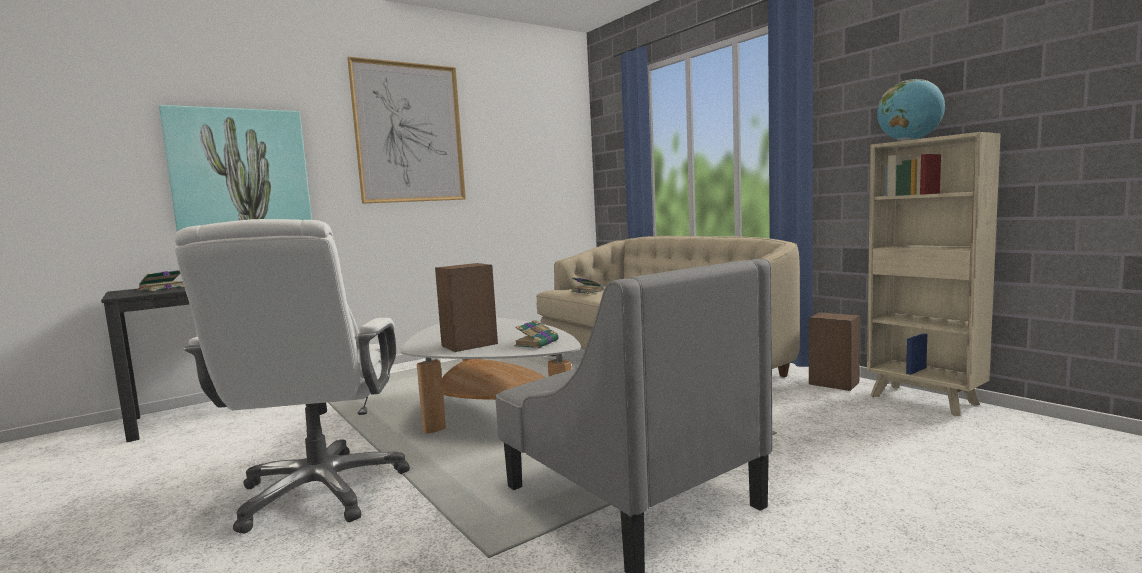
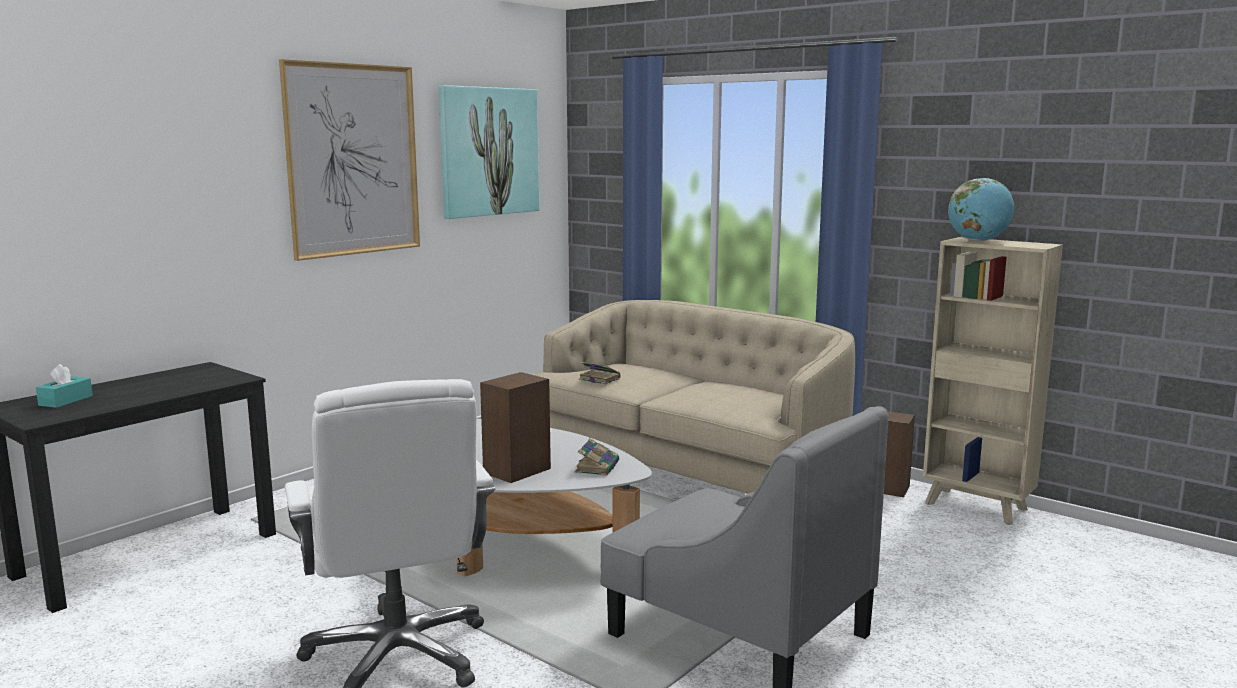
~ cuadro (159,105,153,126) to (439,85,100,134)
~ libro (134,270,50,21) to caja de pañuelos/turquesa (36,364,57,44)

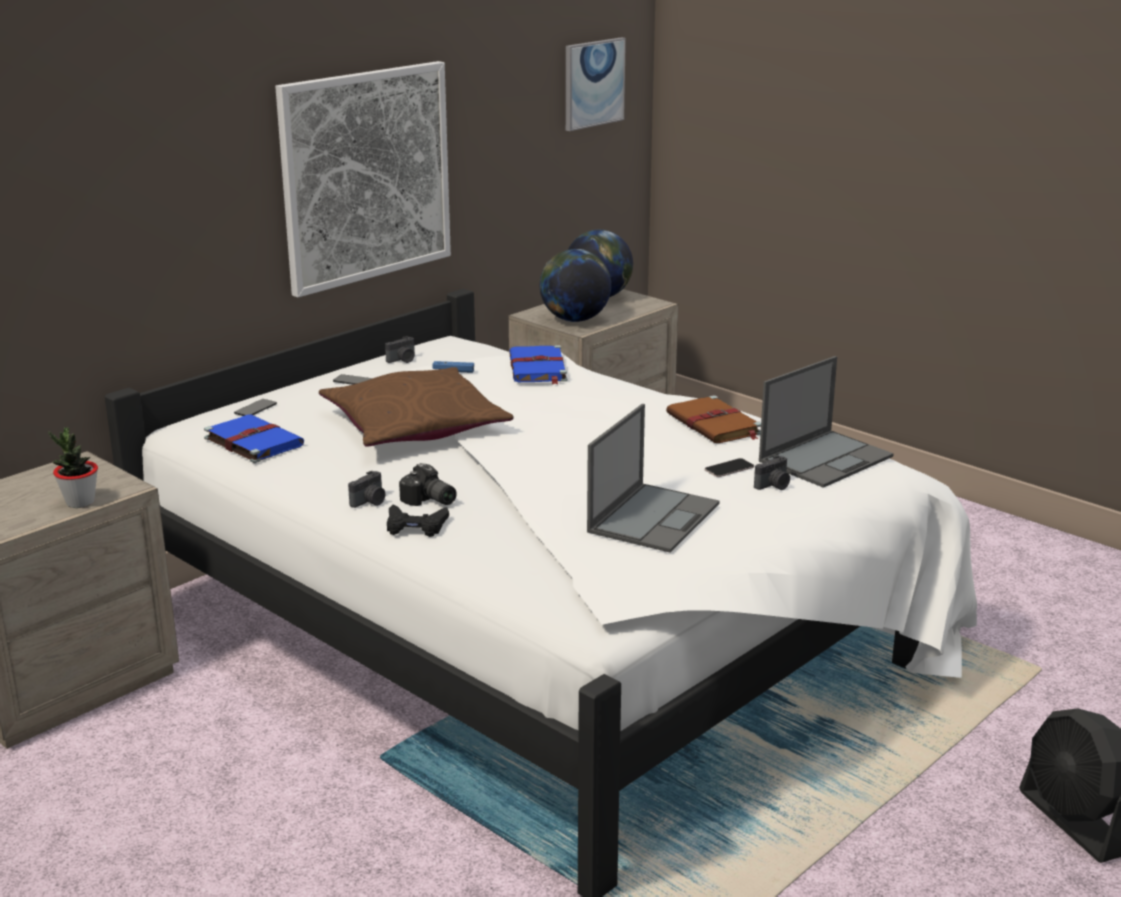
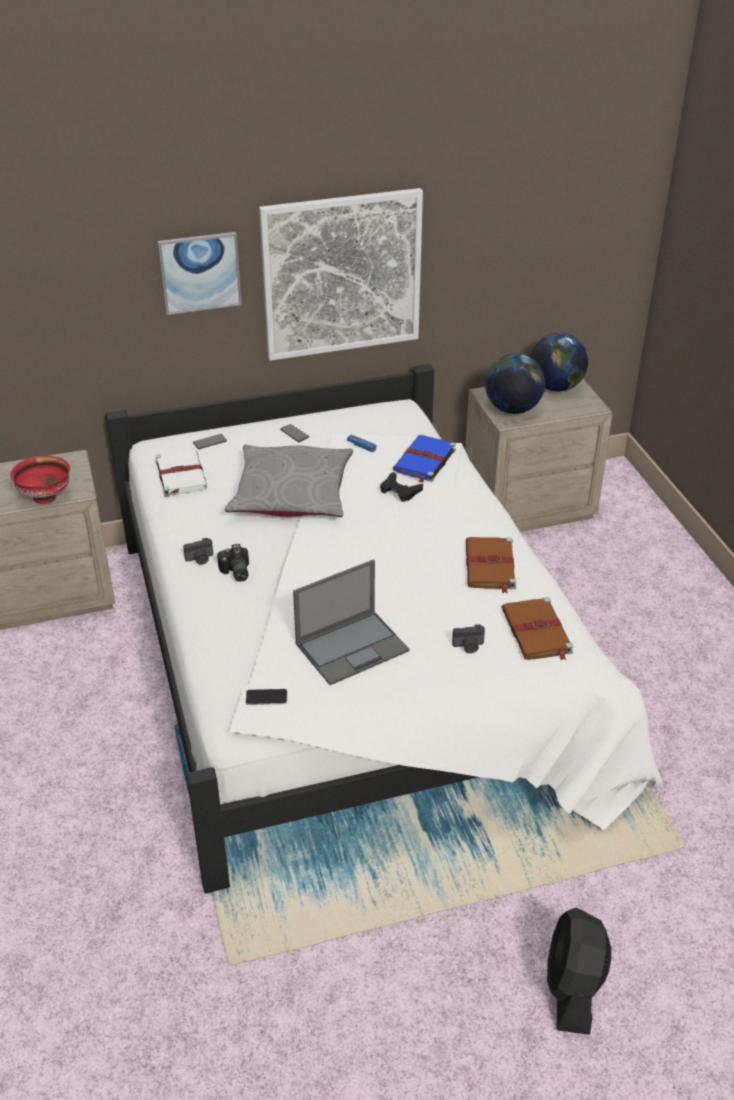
~ cuadro (566,37,60,94) to (157,232,85,83)
- cámara (385,336,30,27)
~ portátil (759,356,135,132) to libro/marrón (502,597,71,64)
~ cojín/marrón (319,367,195,80) to cojín/gris (225,445,128,72)
~ libro/azul (204,415,100,48) to libro/blanco (156,450,51,47)
~ planta en maceta (48,427,50,81) to cuenco/rojo (10,456,60,48)
~ móvil (705,458,49,19) to (246,689,41,16)
~ mando de consola/negro (387,505,62,32) to (380,472,43,30)

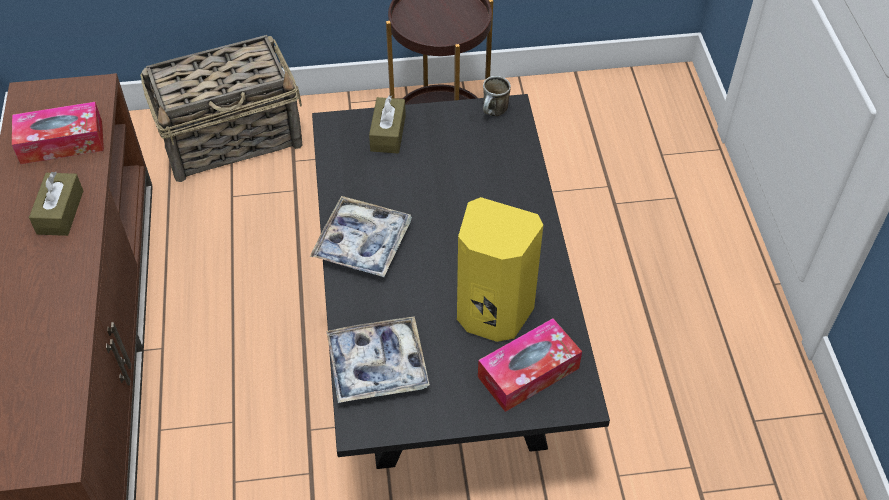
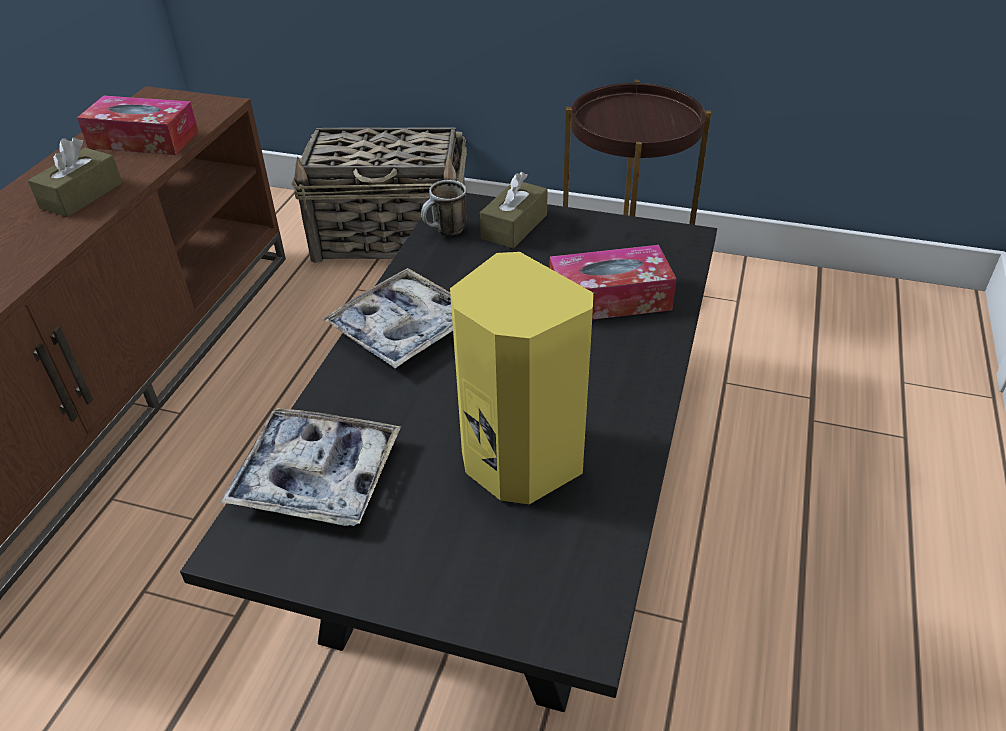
~ taza grande (483,76,28,40) to (421,180,46,56)
~ caja de pañuelos (478,318,104,94) to (549,245,128,75)

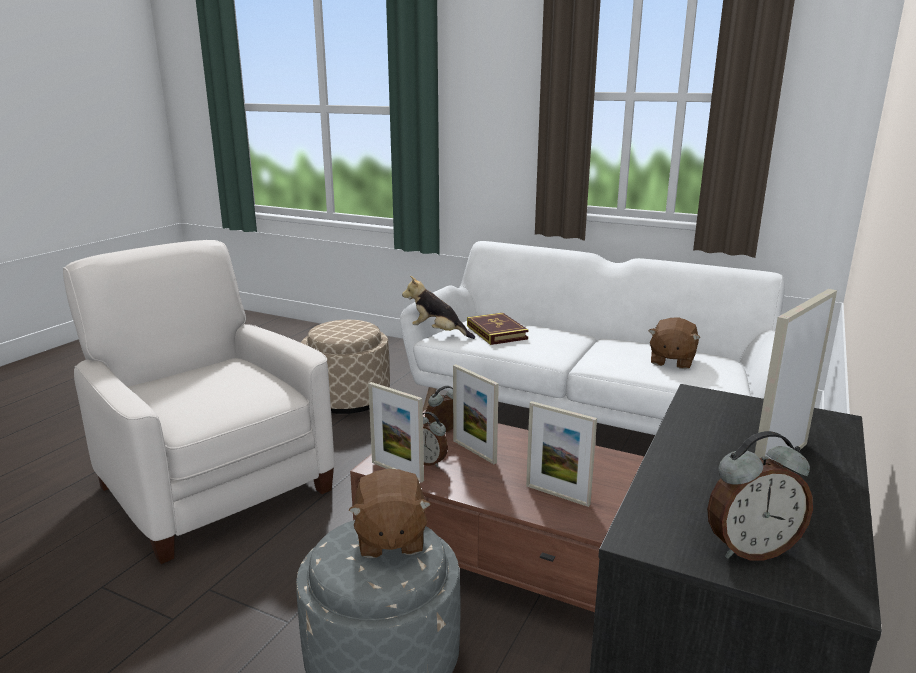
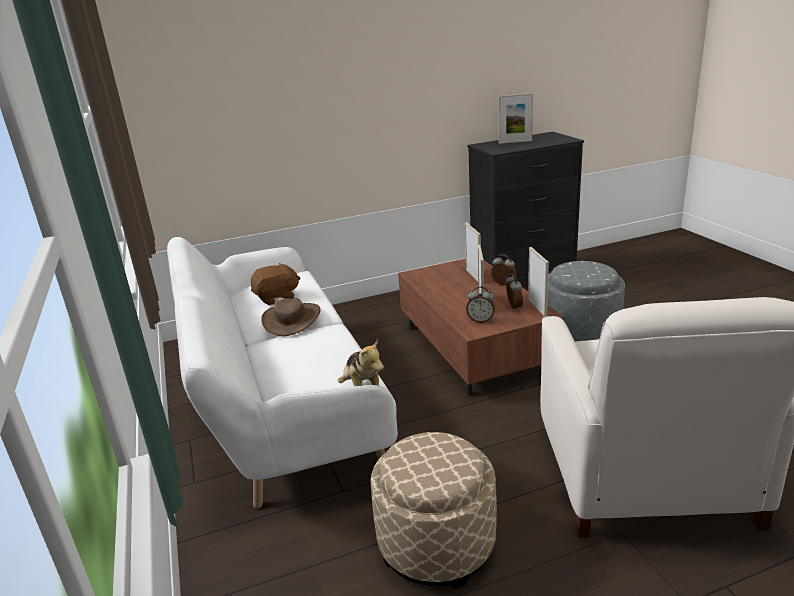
- libro (467,313,61,32)
~ despertador (707,431,106,130) to (491,254,26,32)
- peluche/marrón (349,469,82,89)
+ sombrero/marrón (261,298,59,38)

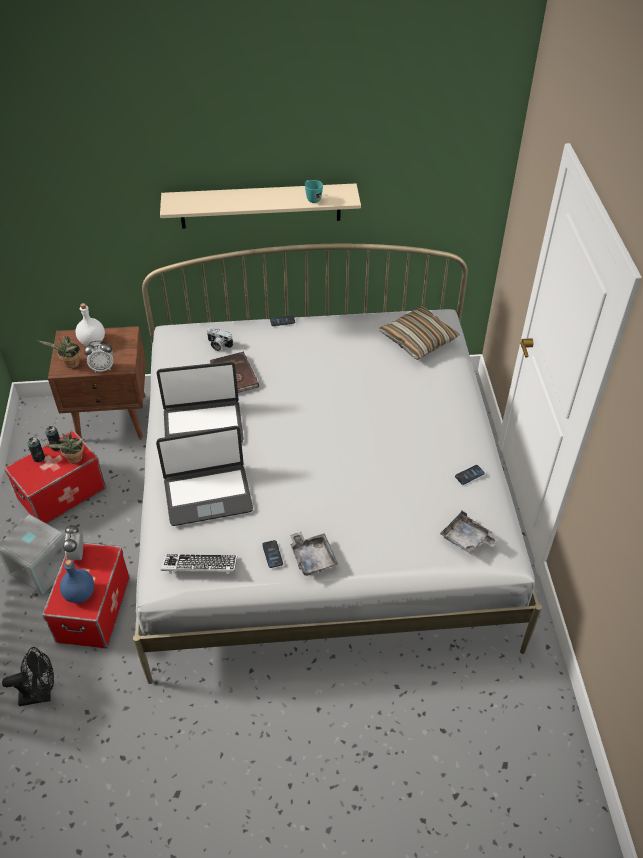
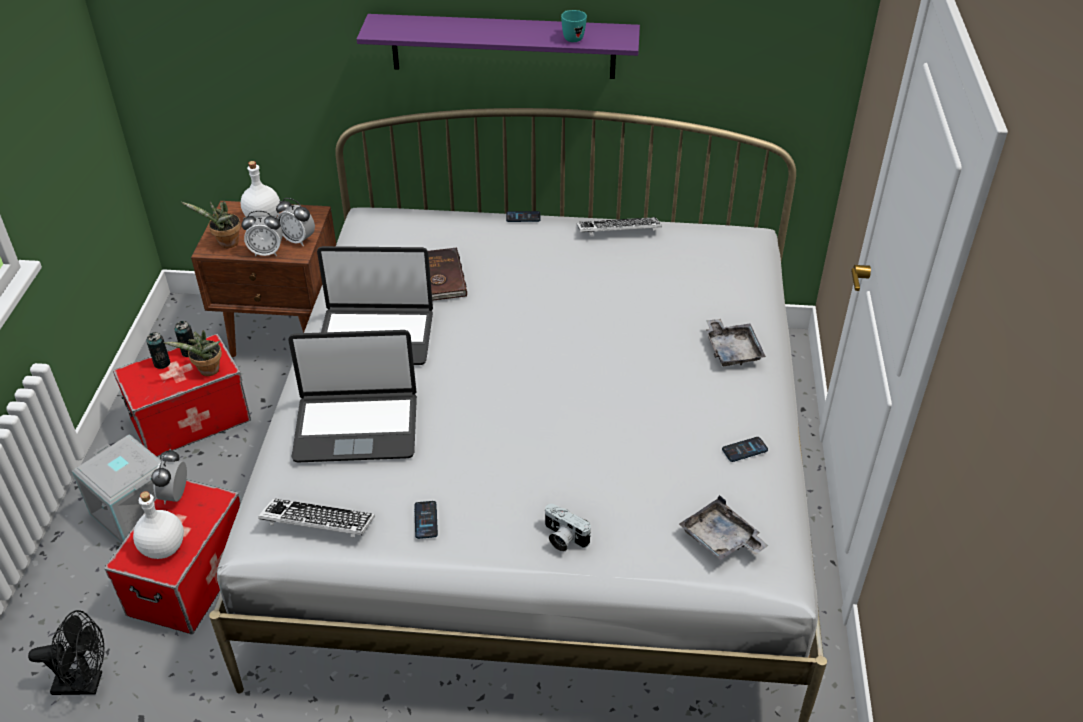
~ estante/beis (160,183,201,46) to estante/morado (357,14,283,65)
- cojín (379,306,81,54)
~ cámara (207,327,26,24) to (545,504,46,48)
~ bandeja/gris (290,532,48,44) to (706,319,60,47)
~ botella/azul (60,560,34,43) to botella/blanco (133,491,51,68)
+ despertador (276,198,39,48)
+ teclado (577,217,85,18)

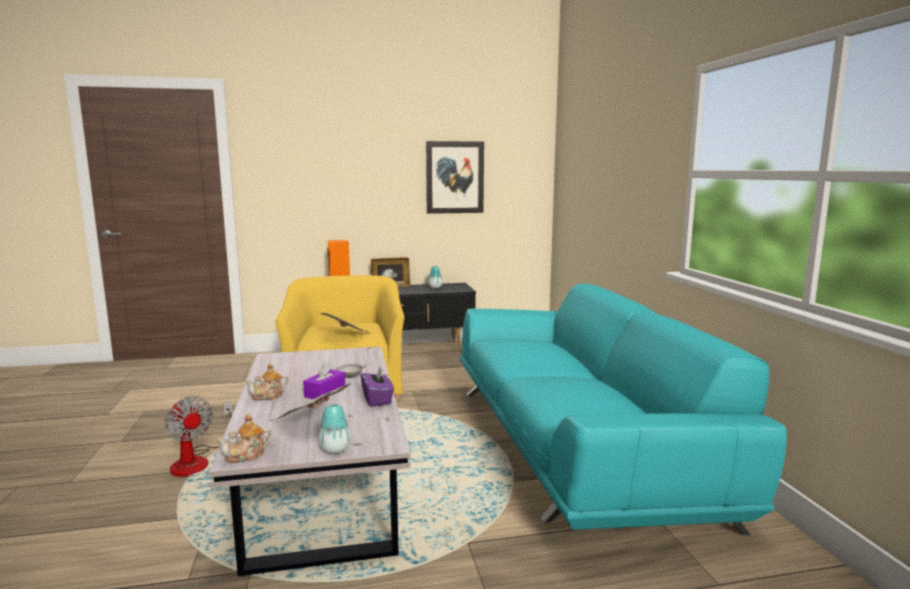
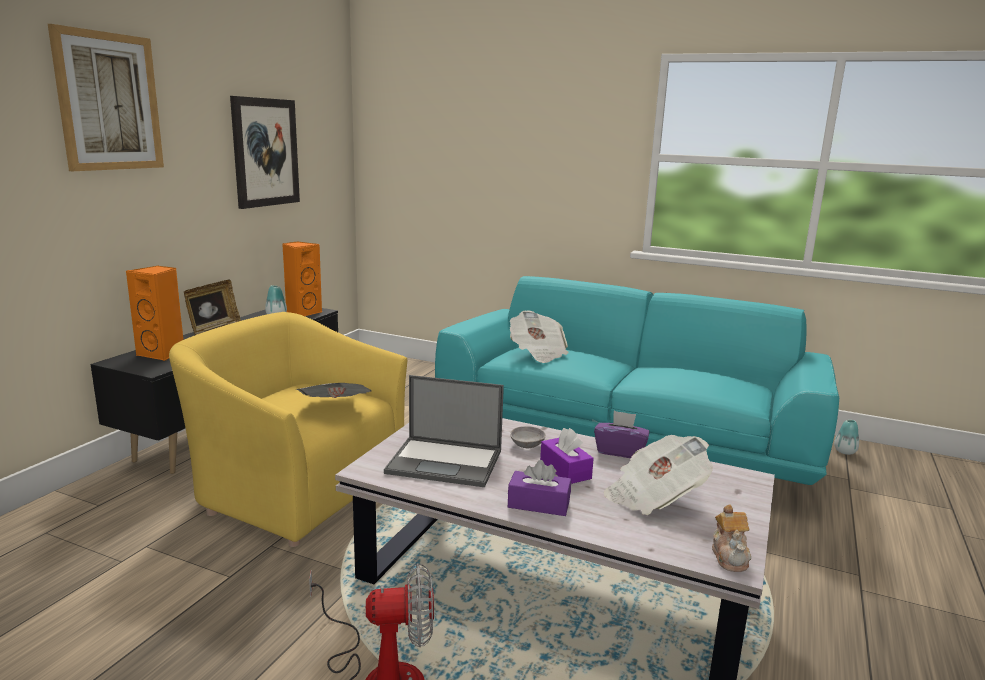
~ tetera (245,364,44,37) to caja de pañuelos/morado (508,460,63,56)
~ florero (319,404,32,50) to (834,420,25,35)
+ cuadro (48,24,116,147)
+ altavoz/naranja (282,241,41,75)
+ periódico (510,311,59,52)
+ portátil (384,375,120,112)

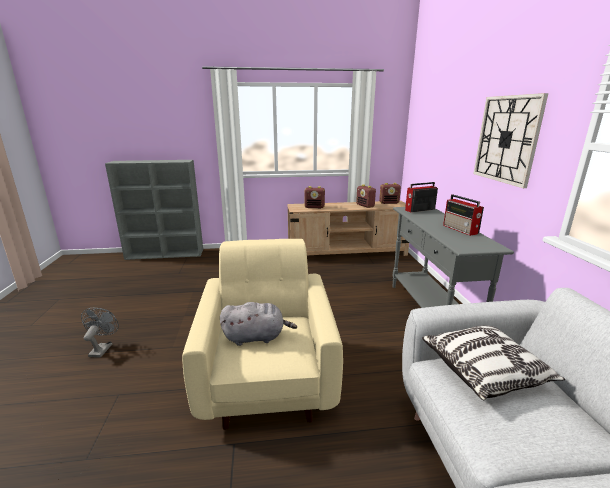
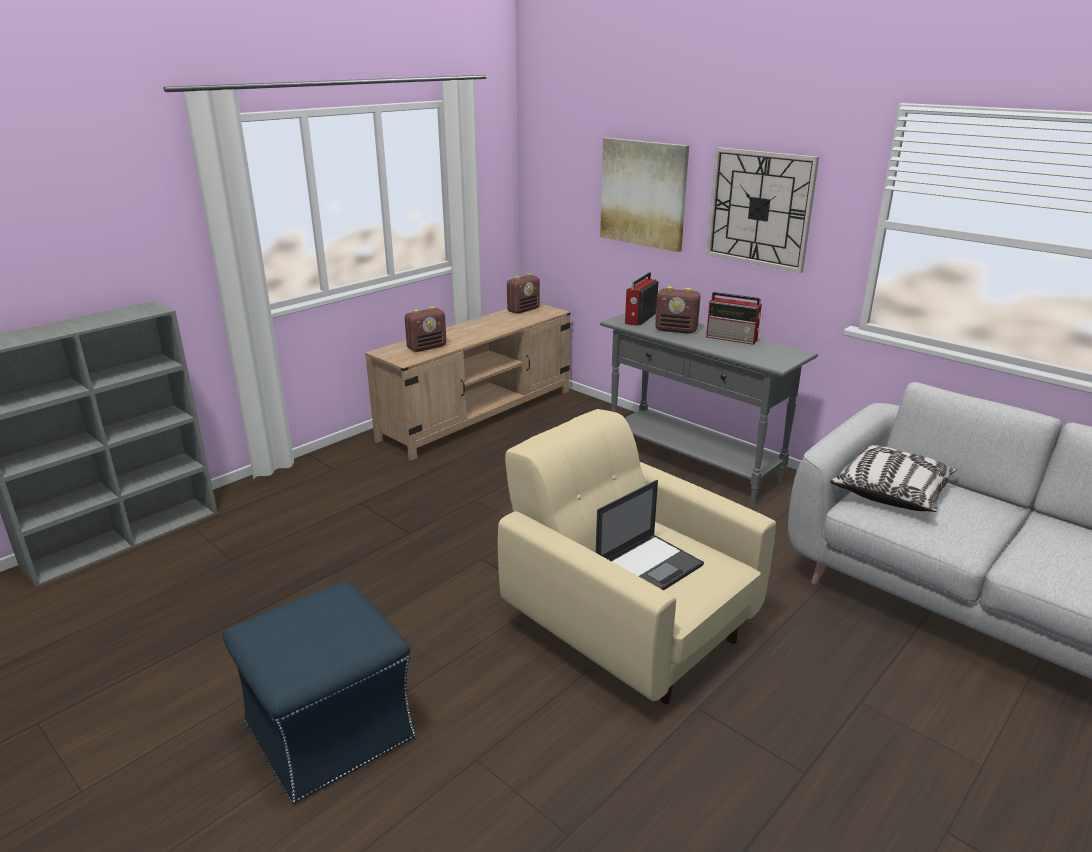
~ radio (356,184,20,24) to (655,286,46,48)
~ peluche/gris (220,302,77,44) to portátil (596,480,108,110)
~ ventilador/gris (81,308,38,49) to puf/azul (222,581,194,223)
+ cuadro (600,138,89,114)

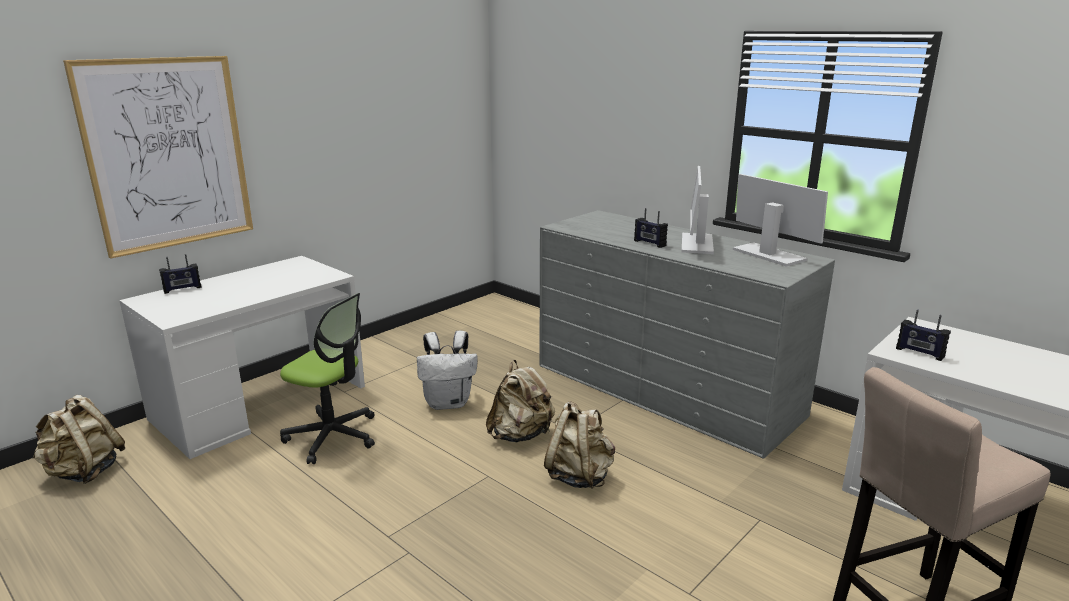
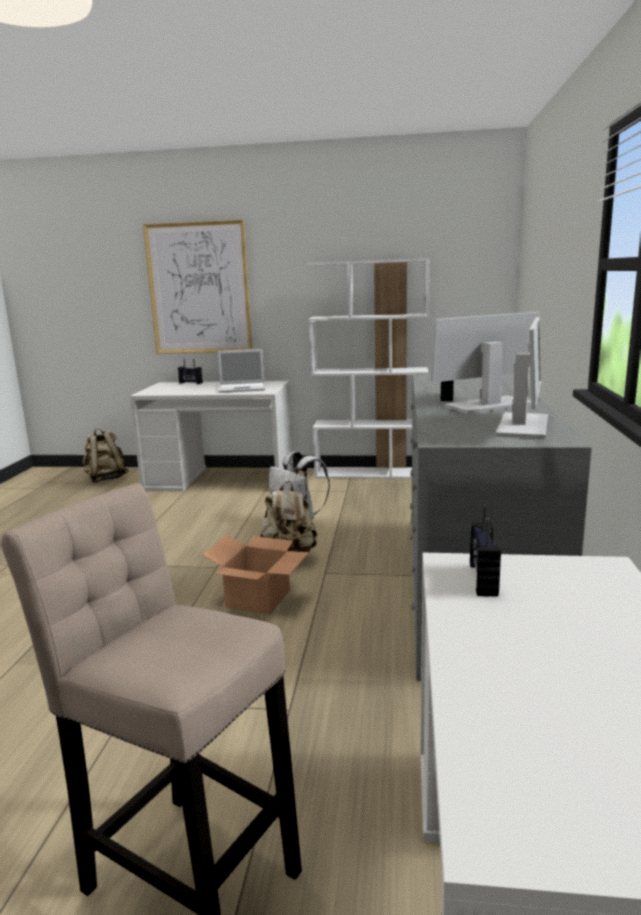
- silla de oficina (280,293,95,171)
~ mochila/beis (544,401,71,88) to caja de cartón (202,535,107,80)
+ estantería/blanco (306,258,124,221)
+ portátil (218,349,47,44)

